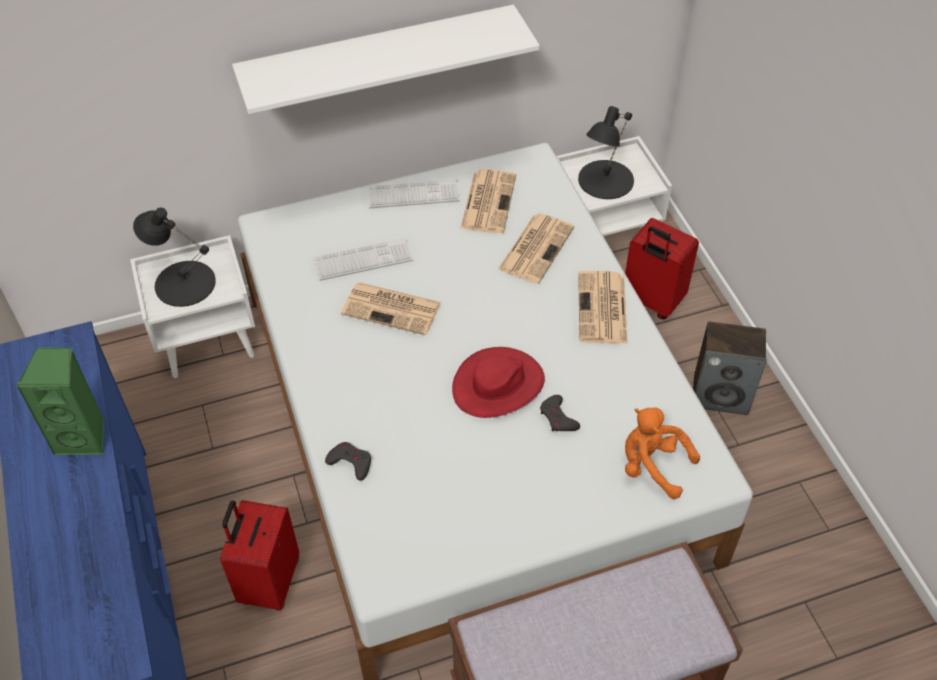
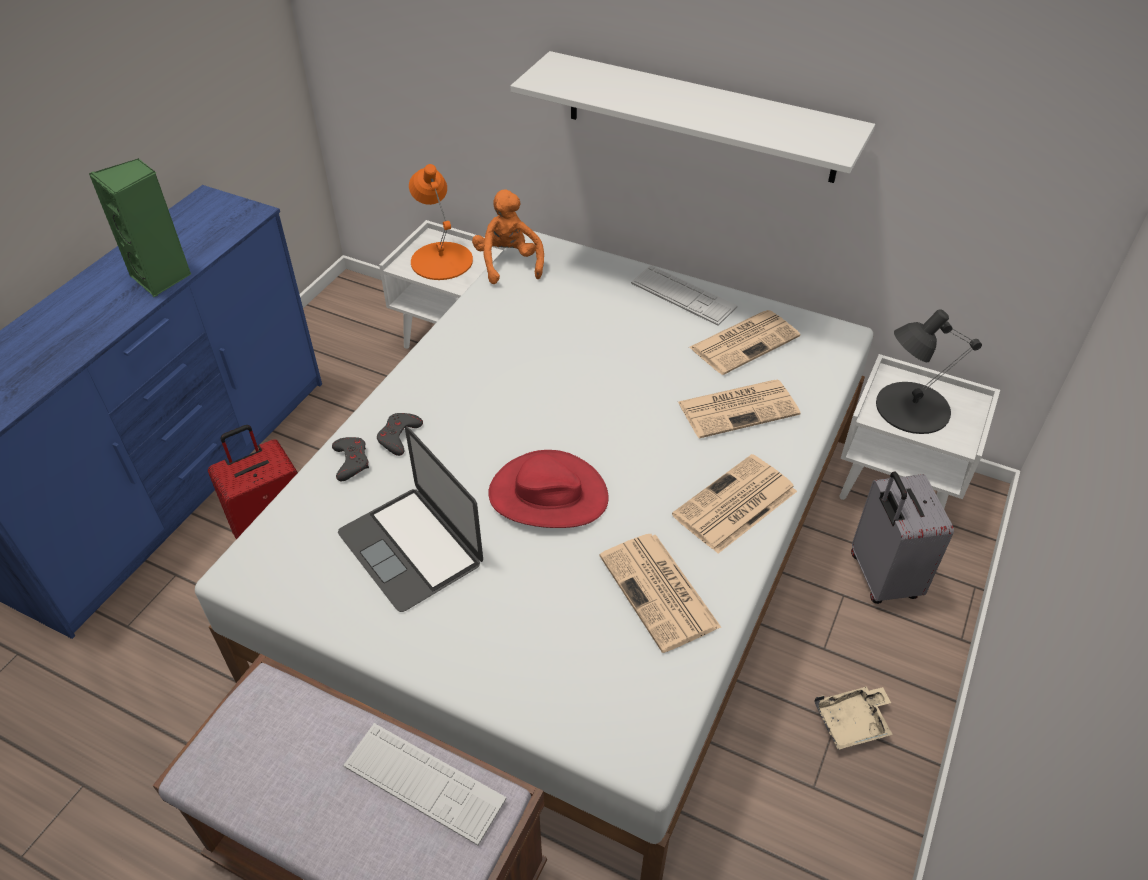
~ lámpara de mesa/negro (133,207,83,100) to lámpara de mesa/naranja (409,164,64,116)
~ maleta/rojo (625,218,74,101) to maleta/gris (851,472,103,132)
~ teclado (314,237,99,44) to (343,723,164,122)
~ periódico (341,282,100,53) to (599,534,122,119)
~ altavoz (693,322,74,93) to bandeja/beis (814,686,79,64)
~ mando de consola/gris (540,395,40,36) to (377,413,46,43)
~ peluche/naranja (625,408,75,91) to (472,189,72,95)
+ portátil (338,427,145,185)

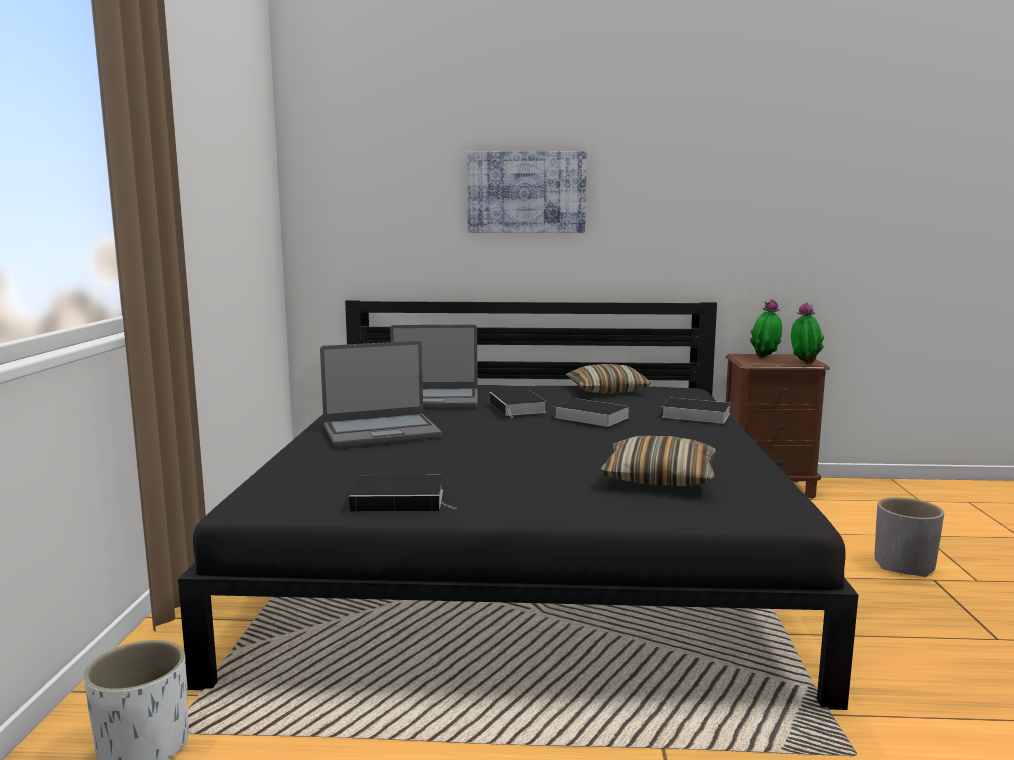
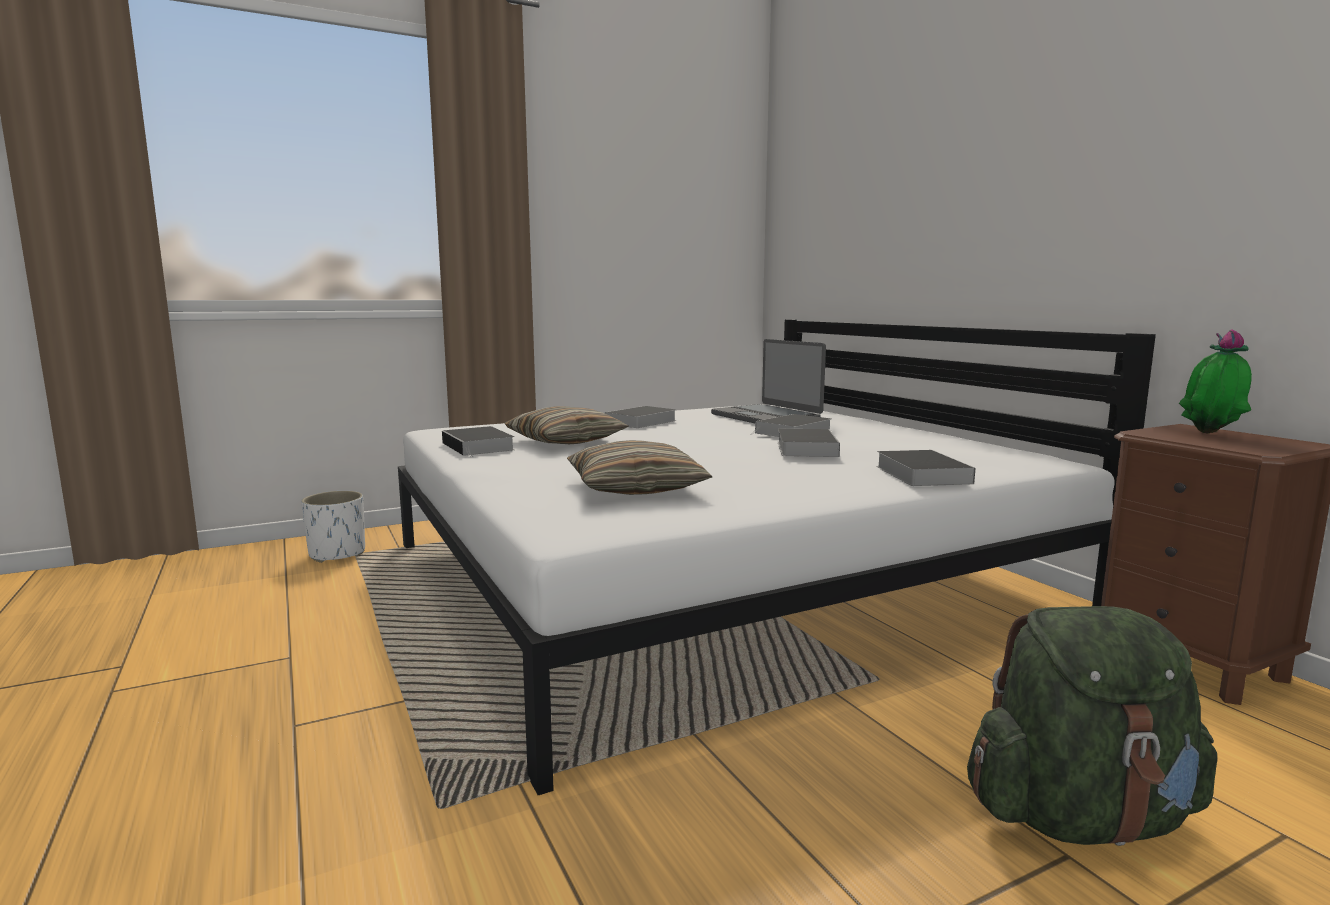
- cuadro (467,151,120,82)
~ cama/negro (178,300,680,410) to cama/blanco (398,320,758,475)
- planta en maceta (791,303,34,61)
~ portátil (320,341,122,107) to libro (605,406,71,22)
~ cojín (566,364,85,30) to (505,406,124,38)
~ maceta/gris (874,497,70,80) to mochila/verde (967,606,250,240)

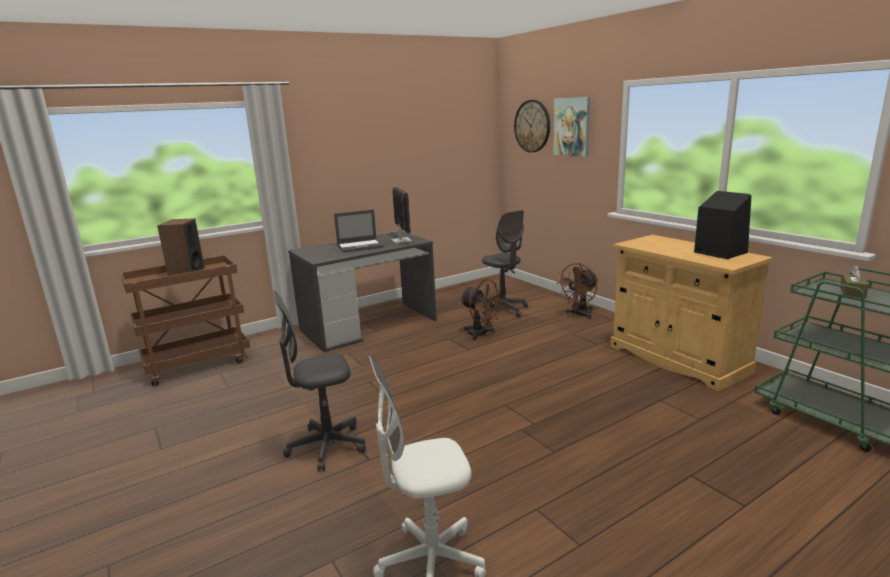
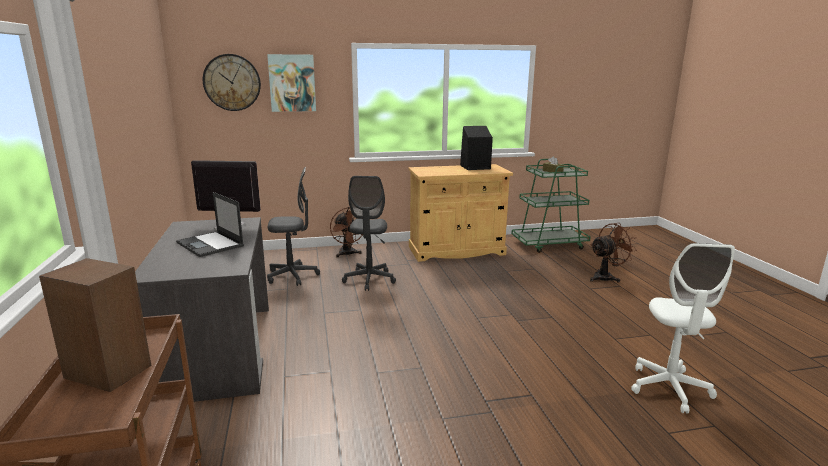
~ portátil (334,210,50,43) = (176,192,68,65) 135 degrees clockwise
~ ventilador/marrón (460,279,45,61) to (590,223,47,59)
~ silla de oficina/gris (273,290,93,182) to (342,176,54,115)

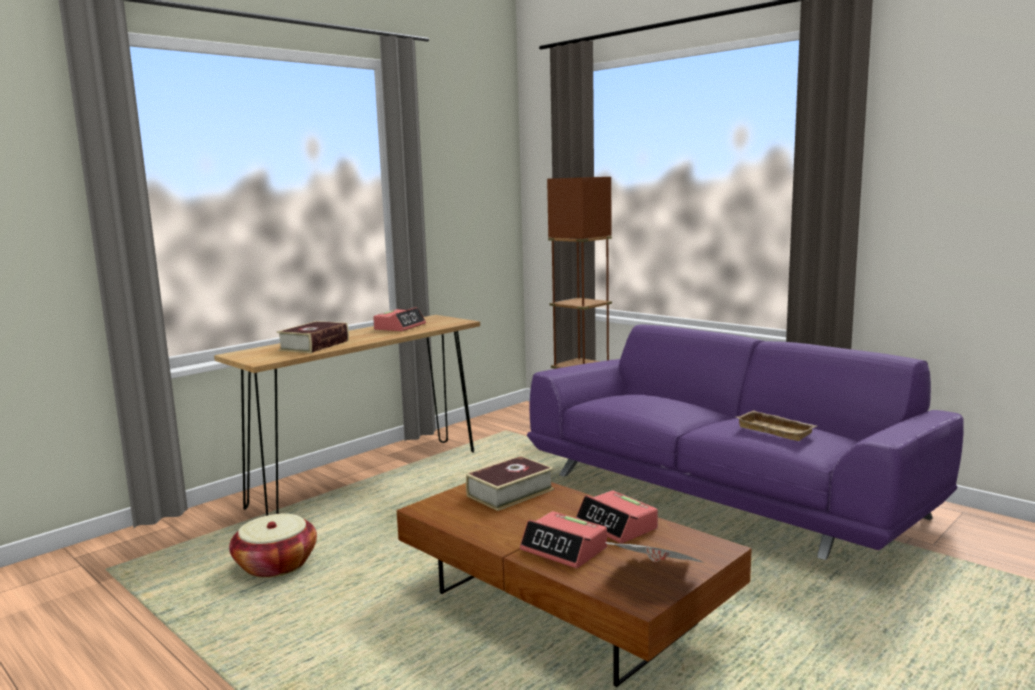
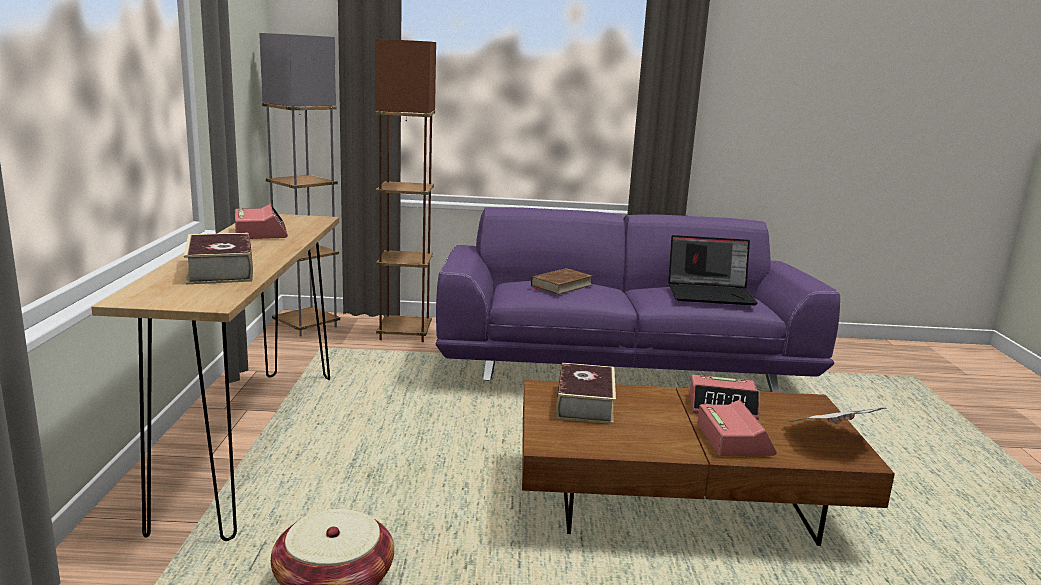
~ bandeja/beis (737,410,80,31) to portátil (668,235,90,70)
~ despertador (520,511,87,58) = (697,400,80,56) 90 degrees counterclockwise
+ lámpara de pie/gris (259,33,81,304)
+ libro/marrón (530,268,63,27)

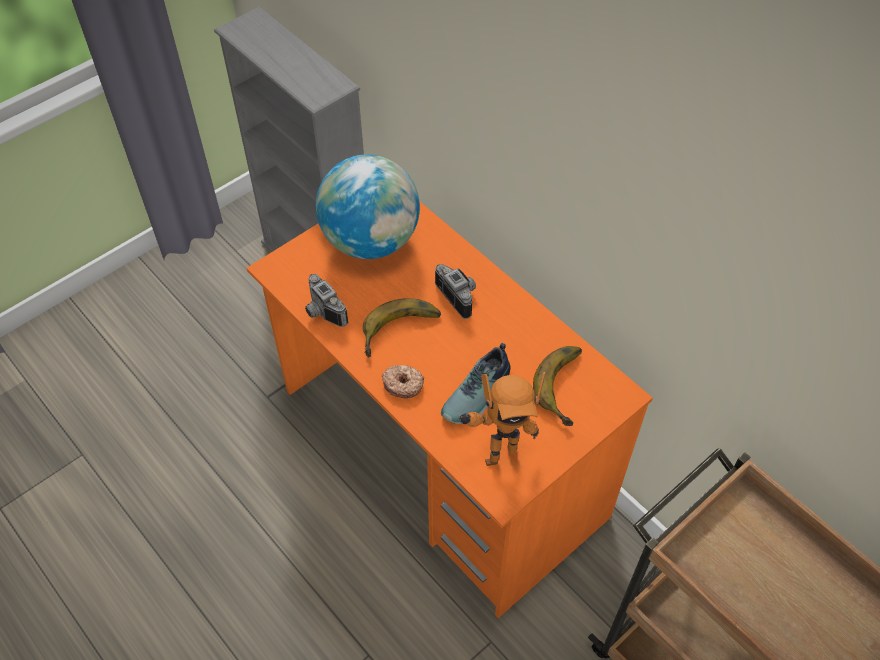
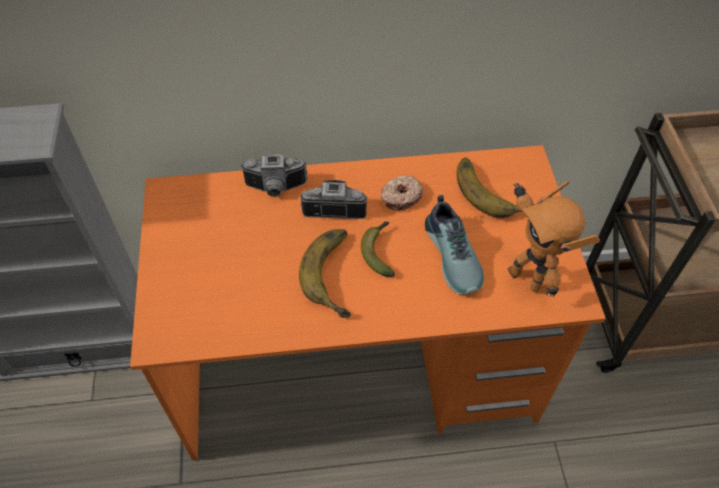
- globo terráqueo (316,154,104,105)
~ cámara (305,274,43,53) to (240,154,67,43)
~ rosquilla (382,365,42,33) to (380,175,43,36)
~ robot de juguete (457,372,89,94) = (507,180,93,117) 135 degrees clockwise
+ plátano (361,221,34,56)

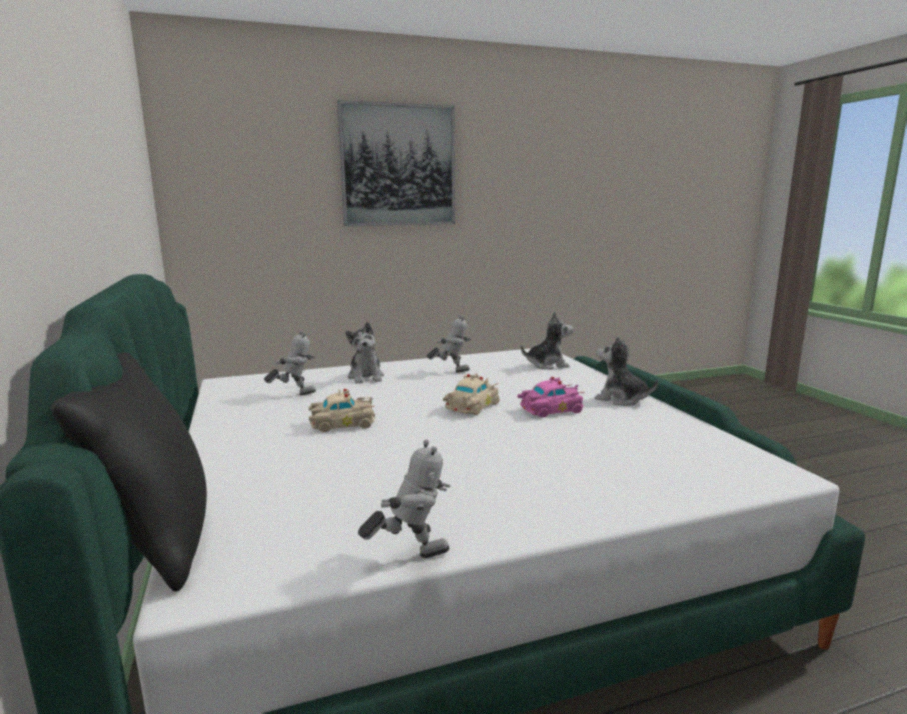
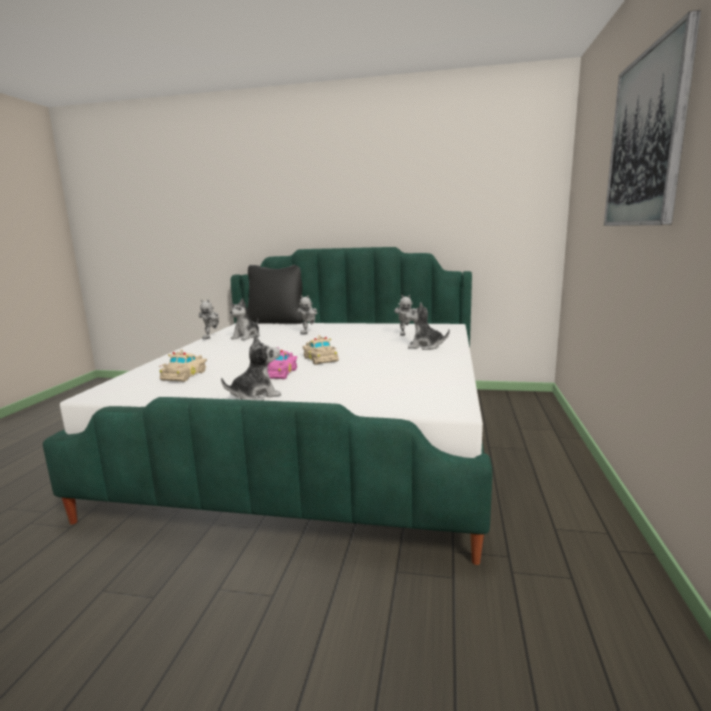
~ peluche (521,312,53,58) to (230,298,30,42)
~ robot de juguete (427,315,44,58) to (297,295,21,39)
~ coche de juguete/beis (309,389,66,43) to (159,350,48,32)

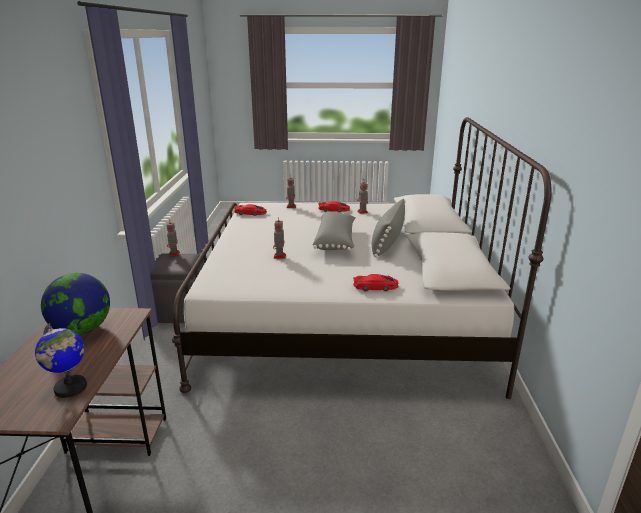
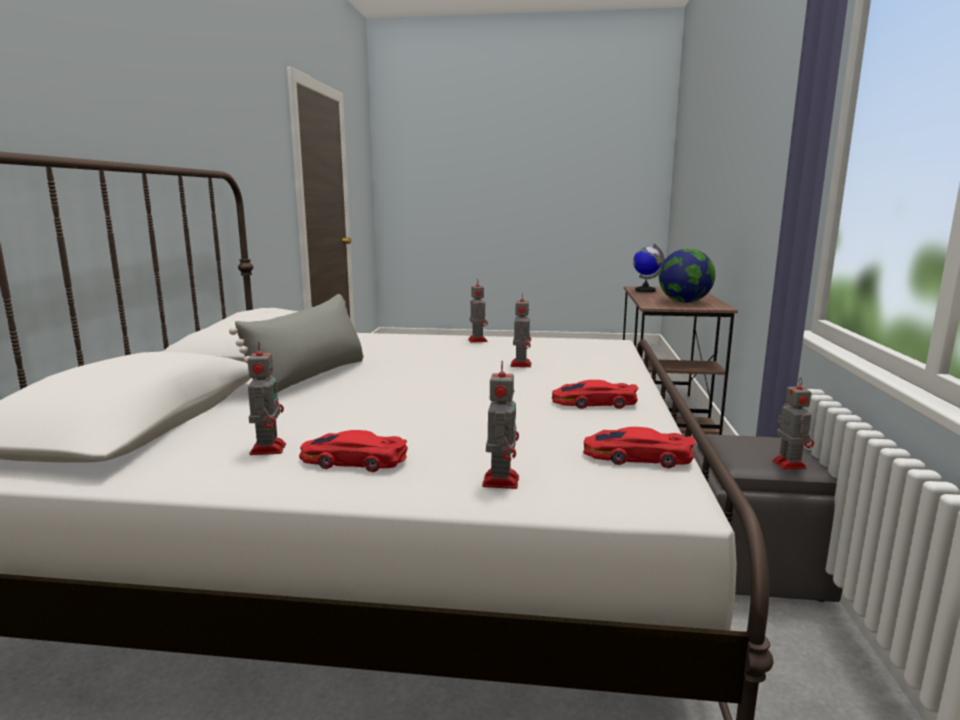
- cojín/gris (313,212,43,39)
~ coche de juguete/rojo (353,274,46,18) to (552,380,87,29)
+ robot de juguete (468,278,20,65)

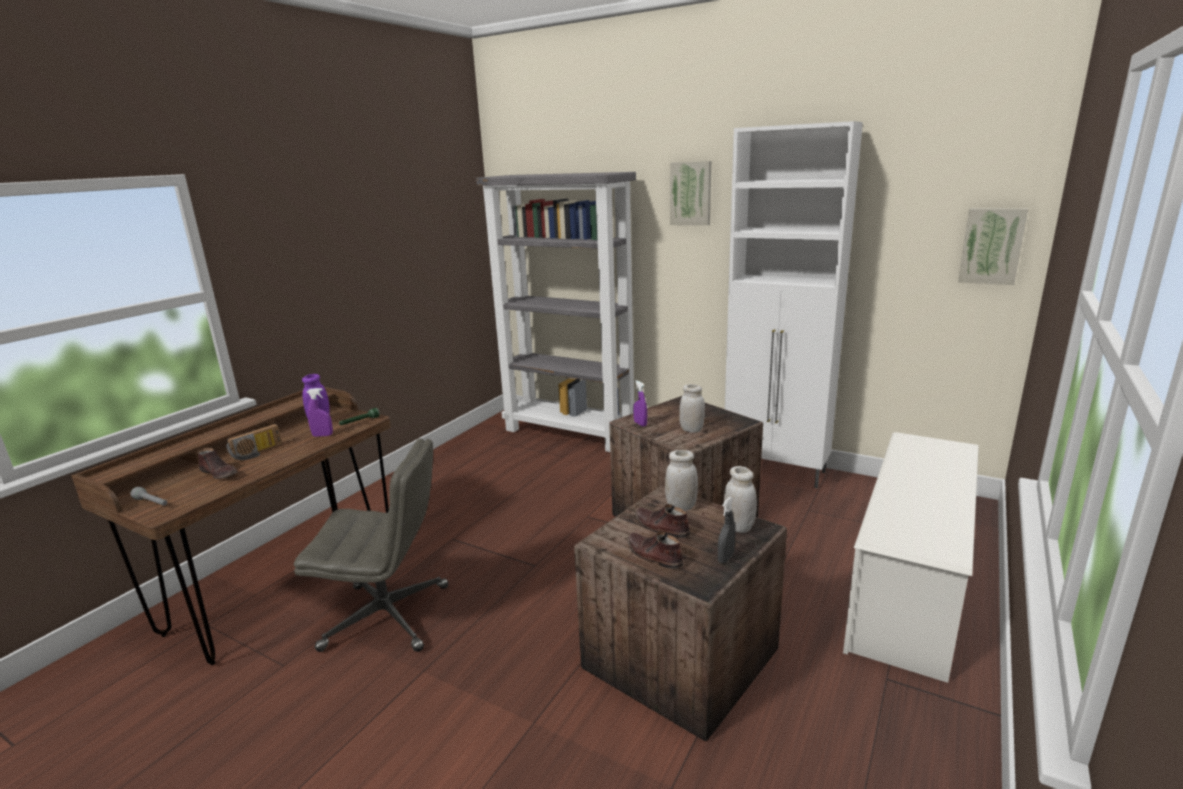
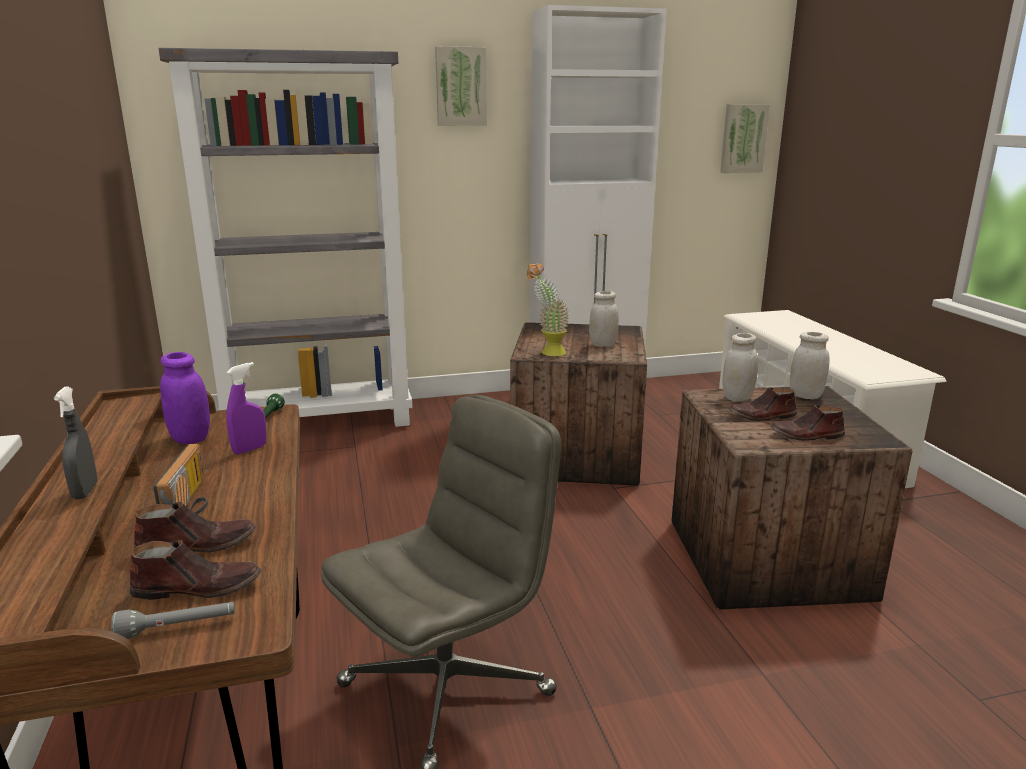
~ pulverizador/morado (633,380,14,47) to planta en maceta (527,263,42,93)
~ pulverizador/gris (718,497,17,66) to (54,386,43,113)
+ zapato/marrón (130,540,131,60)

